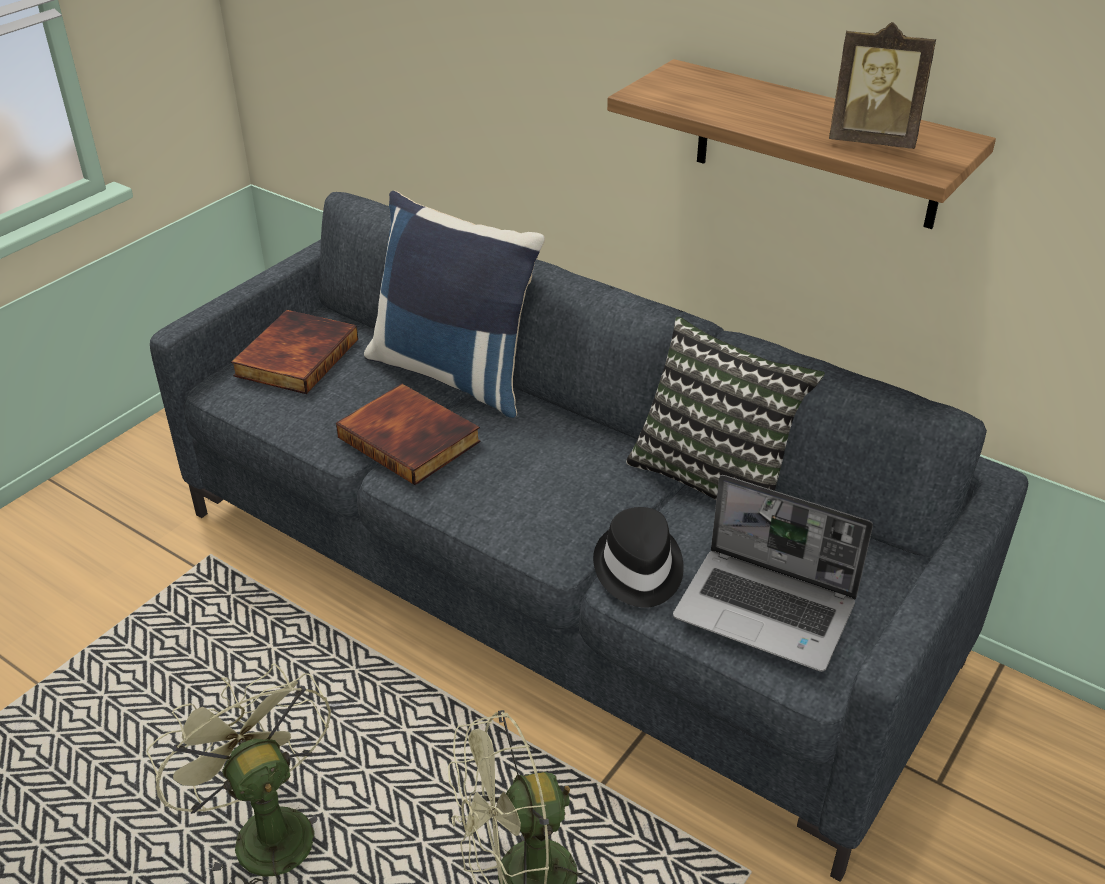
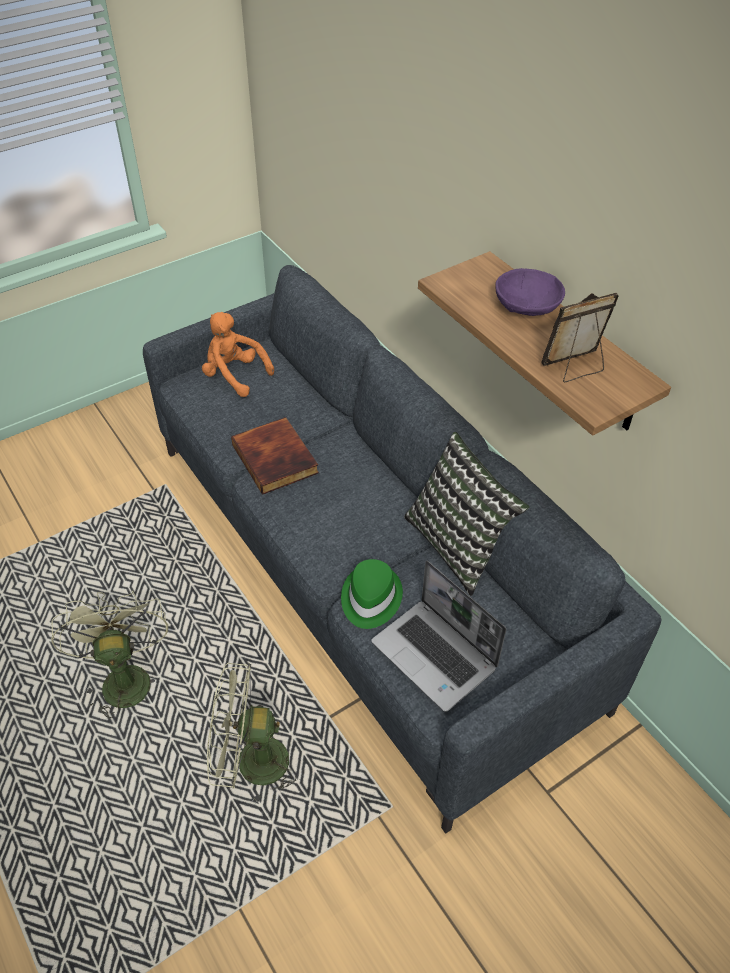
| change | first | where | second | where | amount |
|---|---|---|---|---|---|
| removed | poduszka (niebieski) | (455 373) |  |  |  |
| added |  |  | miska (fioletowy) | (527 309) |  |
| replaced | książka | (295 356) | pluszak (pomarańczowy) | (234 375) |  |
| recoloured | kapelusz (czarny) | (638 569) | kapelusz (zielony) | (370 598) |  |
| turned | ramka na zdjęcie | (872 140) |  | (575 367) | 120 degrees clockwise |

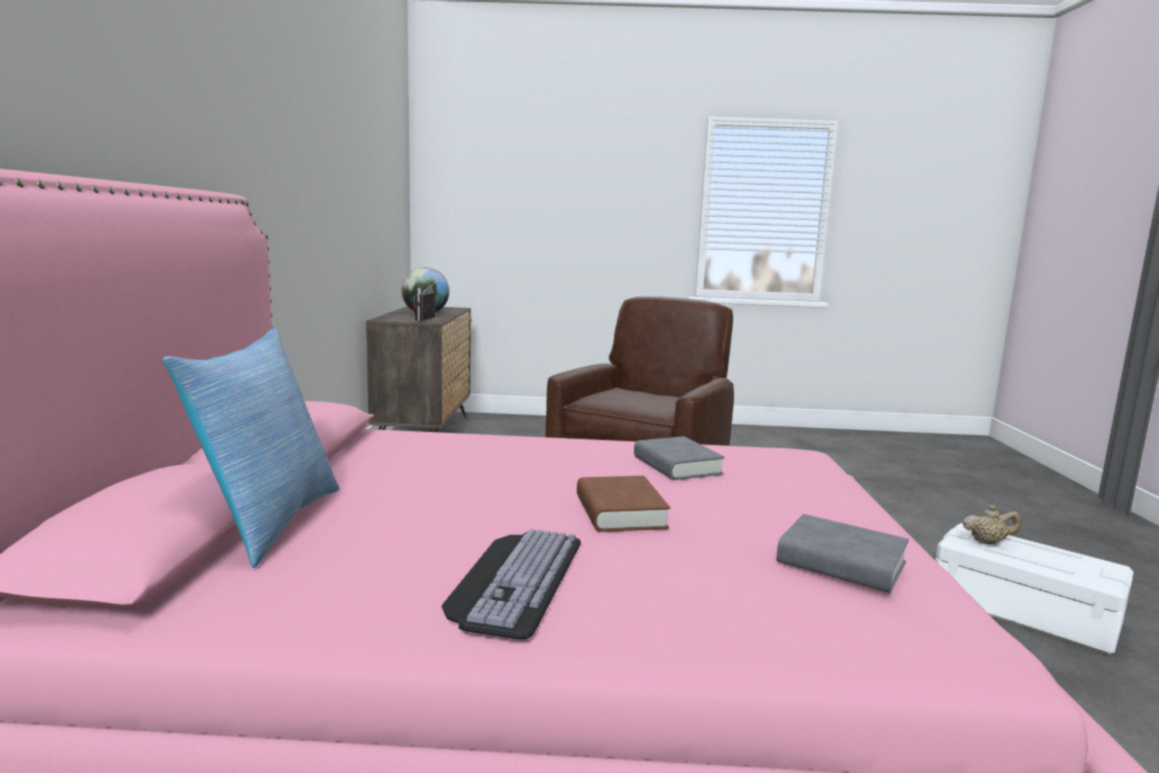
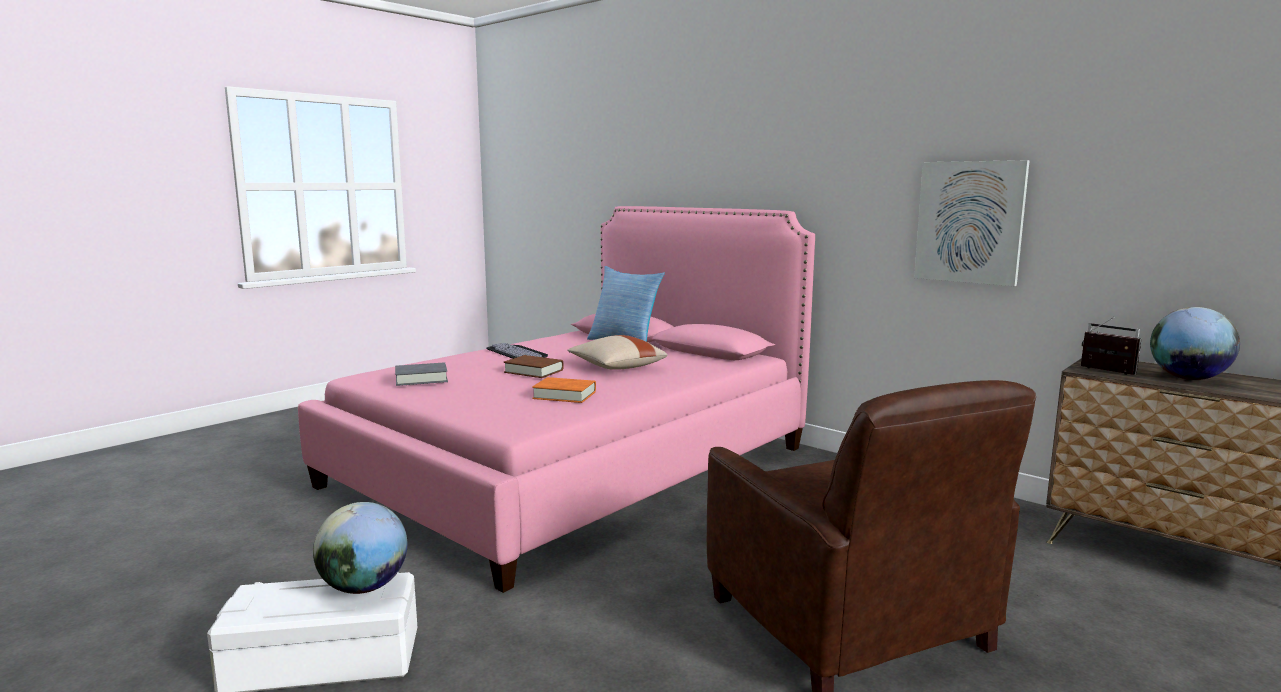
| change | first | where | second | where | amount |
|---|---|---|---|---|---|
| added |  |  | poduszka (beżowy) | (616 367) |  |
| added |  |  | obraz | (969 222) |  |
| replaced | imbryk (beżowy) | (988 542) | globus | (364 587) |  |
| recoloured | książka (szary) | (677 465) | książka (pomarańczowy) | (564 395) |  |

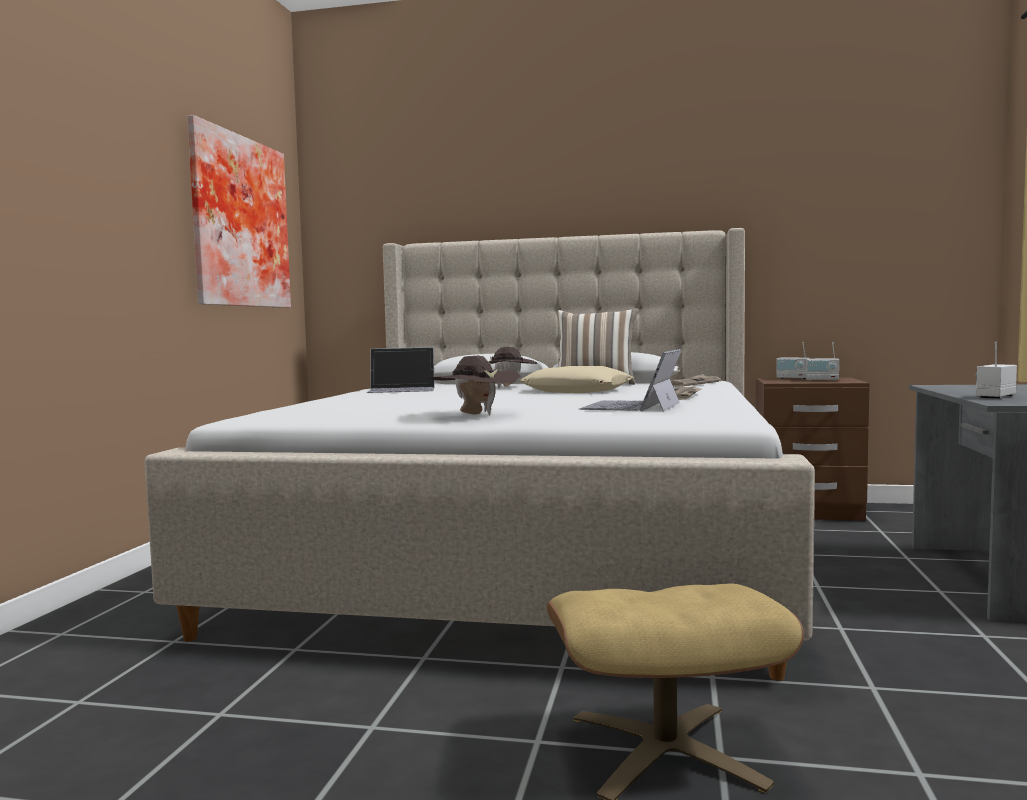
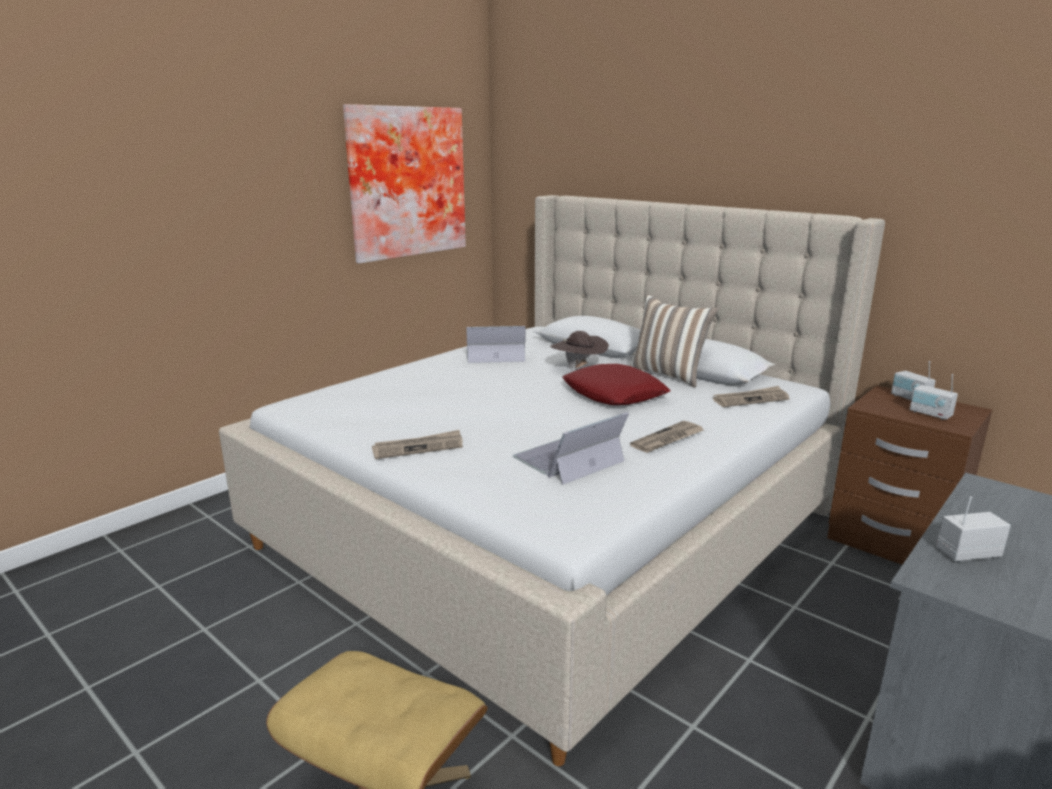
| change | first | where | second | where | amount |
|---|---|---|---|---|---|
| replaced | kapelusz (brązowy) | (474 415) | gazeta | (418 447) |  |
| recoloured | poduszka (beżowy) | (577 390) | poduszka (czerwony) | (614 394) |  |
| turned | laptop | (402 389) |  | (495 354) | 150 degrees clockwise |

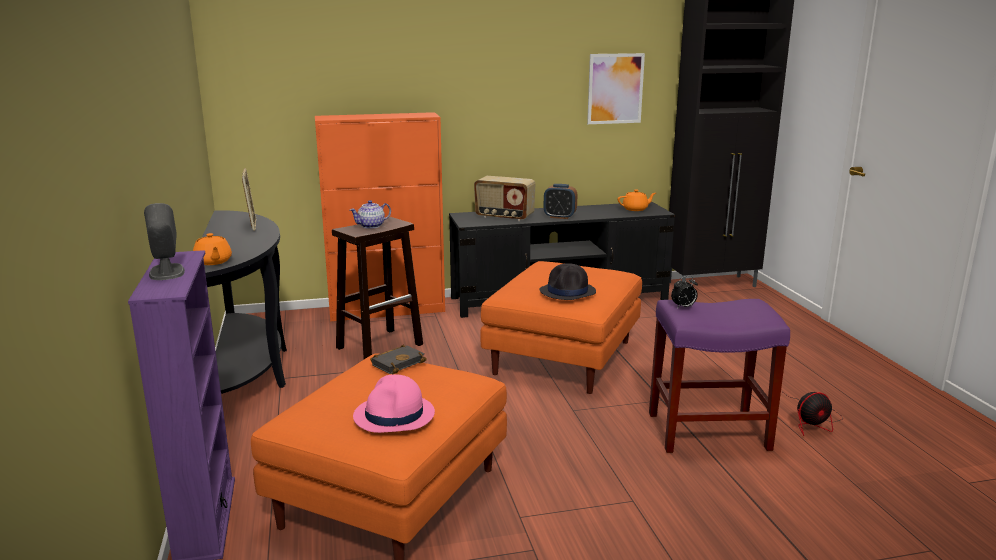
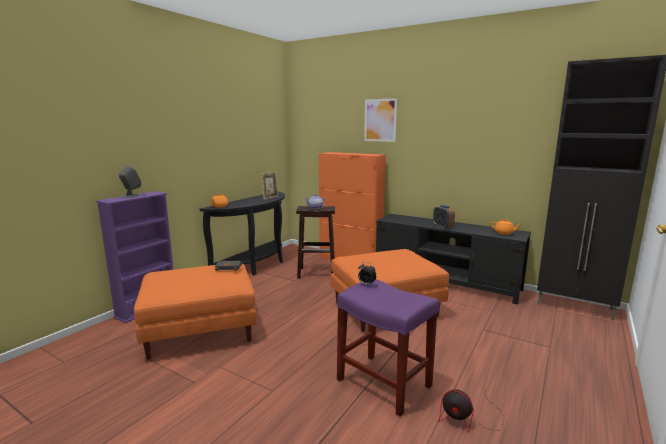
| change | first | where | second | where | amount |
|---|---|---|---|---|---|
| removed | kapelusz (różowy) | (394 415) |  |  |  |
| removed | radio | (504 217) |  |  |  |
| removed | kapelusz (czarny) | (568 291) |  |  |  |
| moved | obraz | (615 88) |  | (380 120) |  |

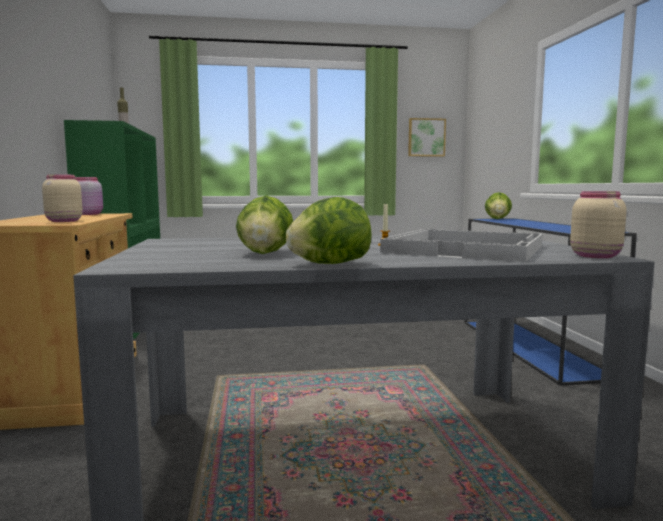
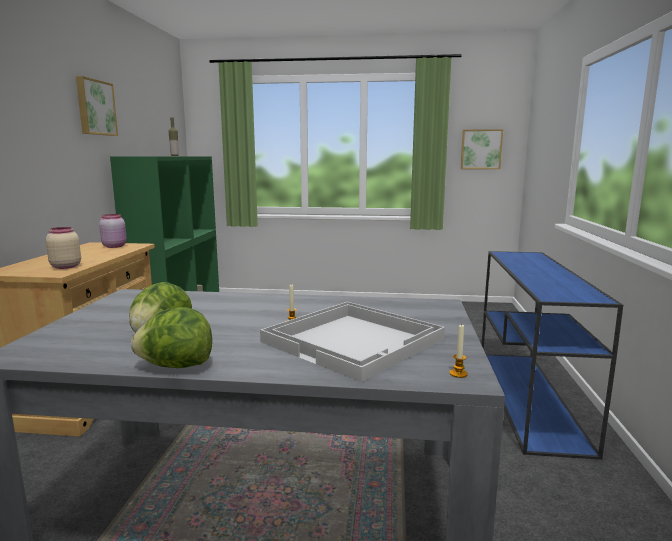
| change | first | where | second | where | amount |
|---|---|---|---|---|---|
| removed | sałata | (497 219) |  |  |  |
| added |  |  | obraz | (95 107) |  |
| replaced | słoik (beżowy) | (595 256) | świeca | (458 374) |  |

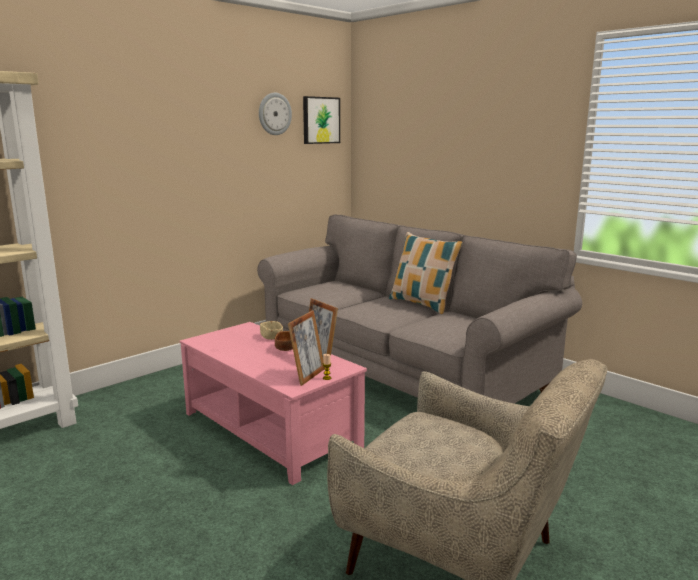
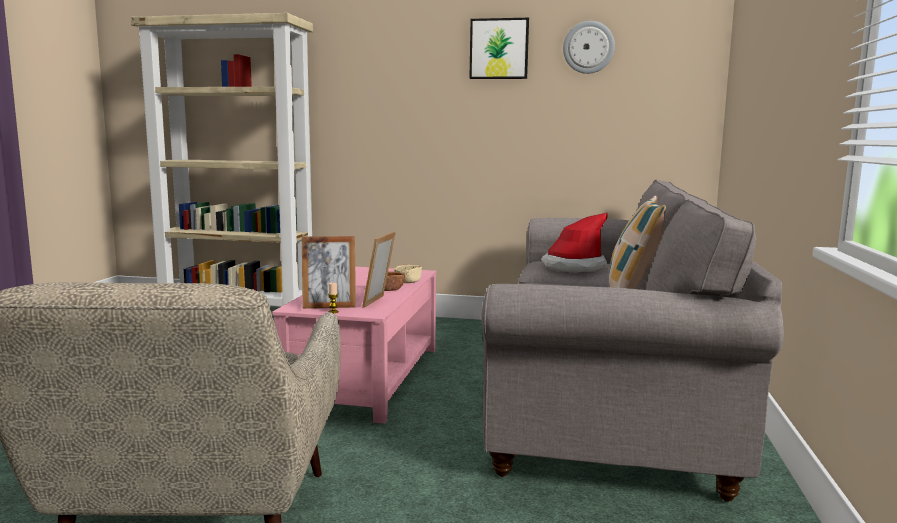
| change | first | where | second | where | amount |
|---|---|---|---|---|---|
| added |  |  | kapelusz | (574 267) |  |
| moved | obraz | (320 120) |  | (499 49) |  |

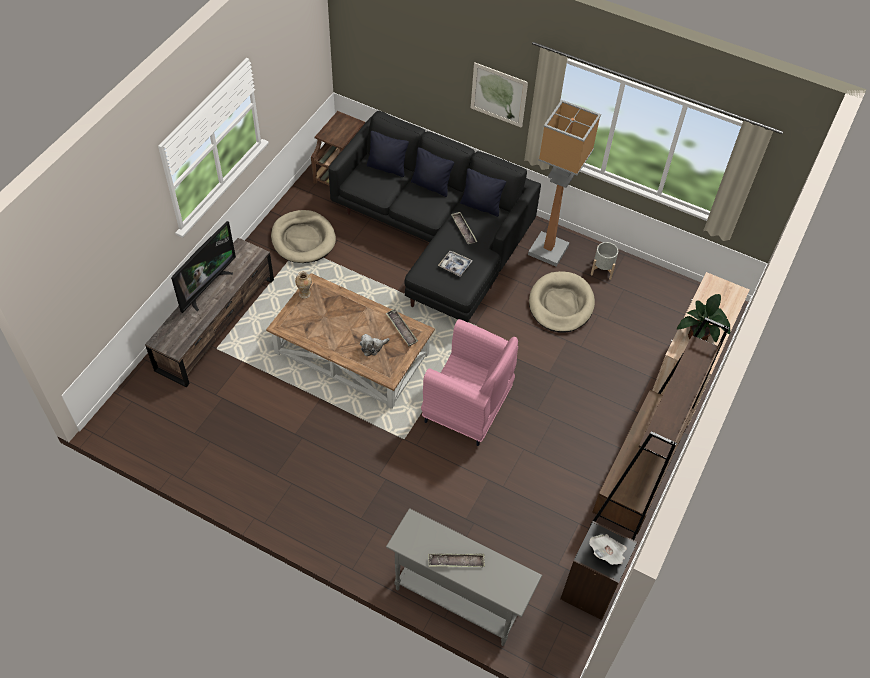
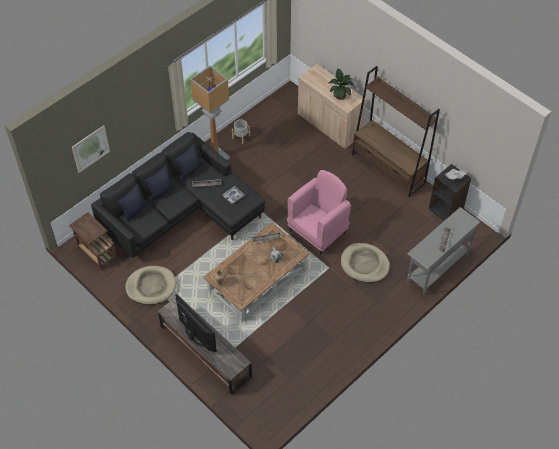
| change | first | where | second | where | amount |
|---|---|---|---|---|---|
| moved | obraz | (498 95) |  | (91 149) |  |
| moved | legowisko (beżowy) | (561 304) |  | (364 264) |  |

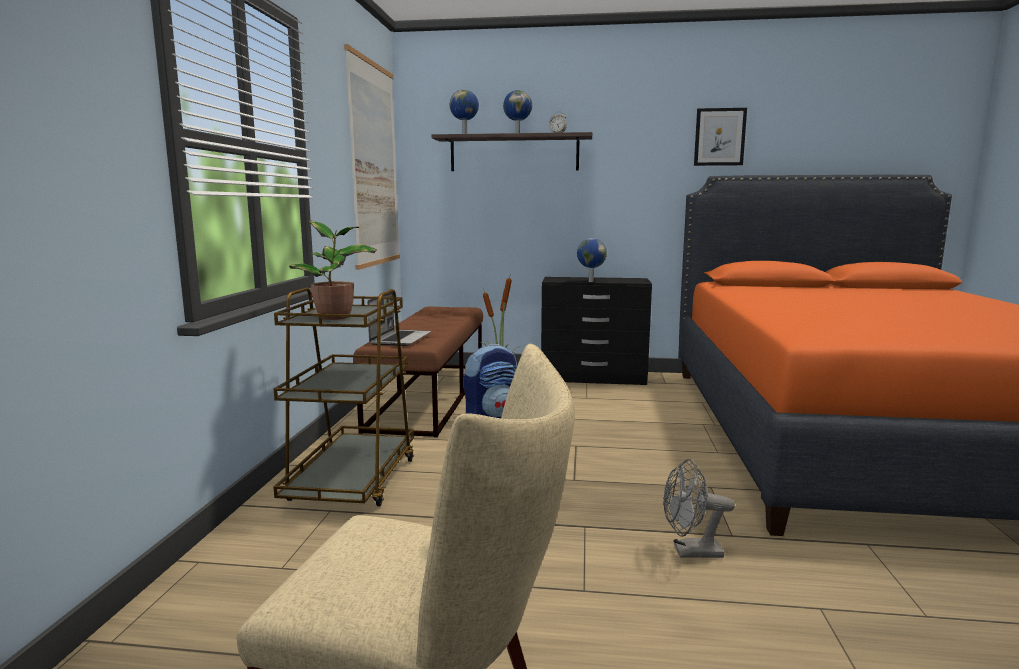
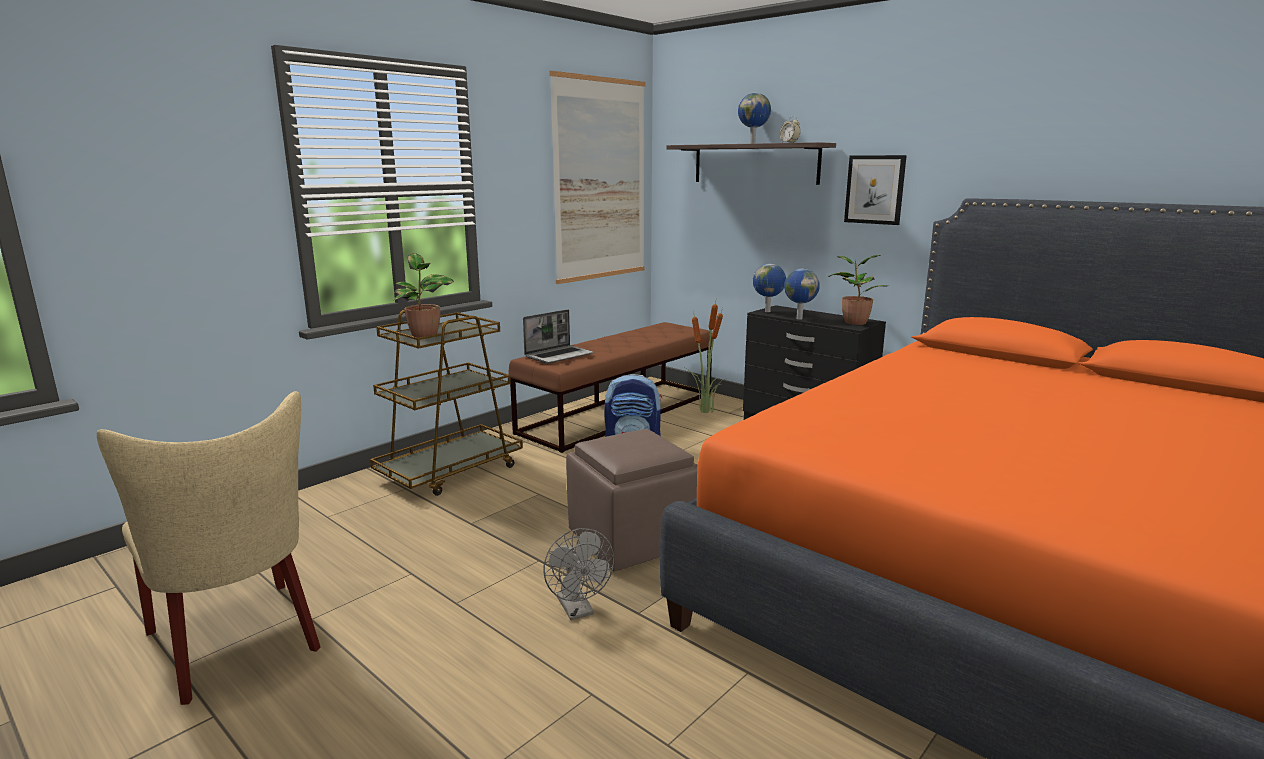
| change | first | where | second | where | amount |
|---|---|---|---|---|---|
| added |  |  | pufa (brązowy) | (632 540) |  |
| added |  |  | roślina doniczkowa | (853 322) |  |
| moved | globus | (465 134) |  | (768 311) |  |
| moved | obraz | (719 137) |  | (874 189) |  |
| turned | wentylator (szary) | (690 552) |  | (578 610) | 150 degrees counterclockwise |

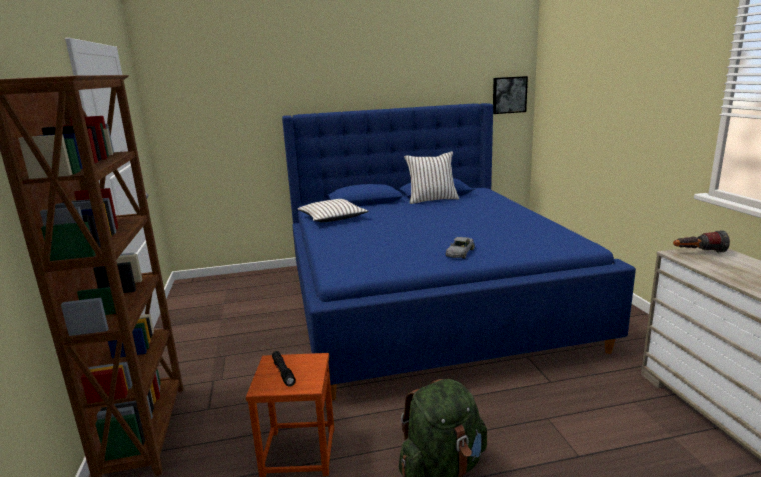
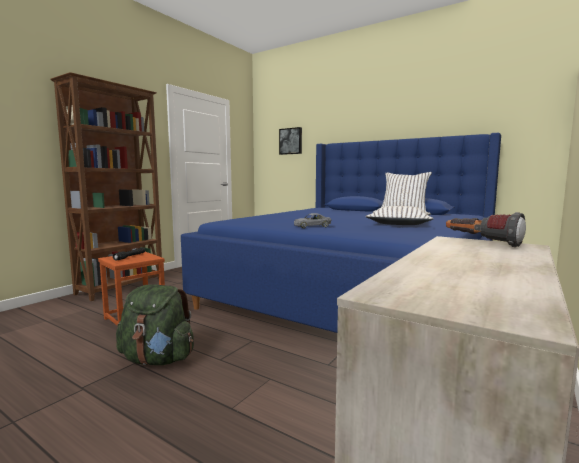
| change | first | where | second | where | amount |
|---|---|---|---|---|---|
| moved | poduszka (biały) | (332 218) |  | (399 224) |  |
| moved | obraz | (509 95) |  | (291 141) |  |

